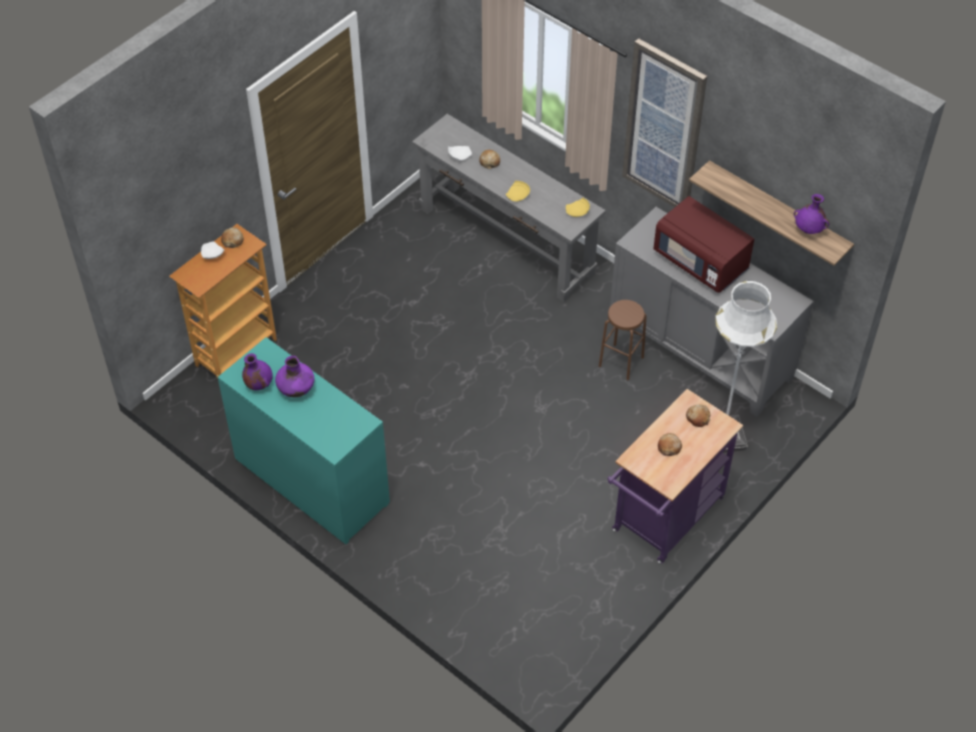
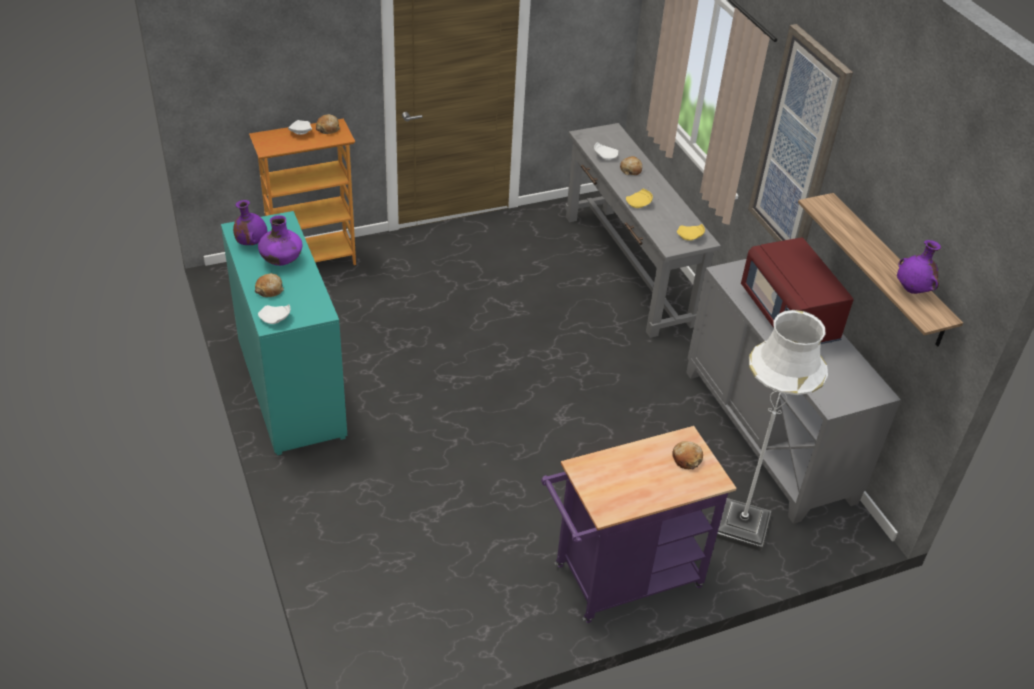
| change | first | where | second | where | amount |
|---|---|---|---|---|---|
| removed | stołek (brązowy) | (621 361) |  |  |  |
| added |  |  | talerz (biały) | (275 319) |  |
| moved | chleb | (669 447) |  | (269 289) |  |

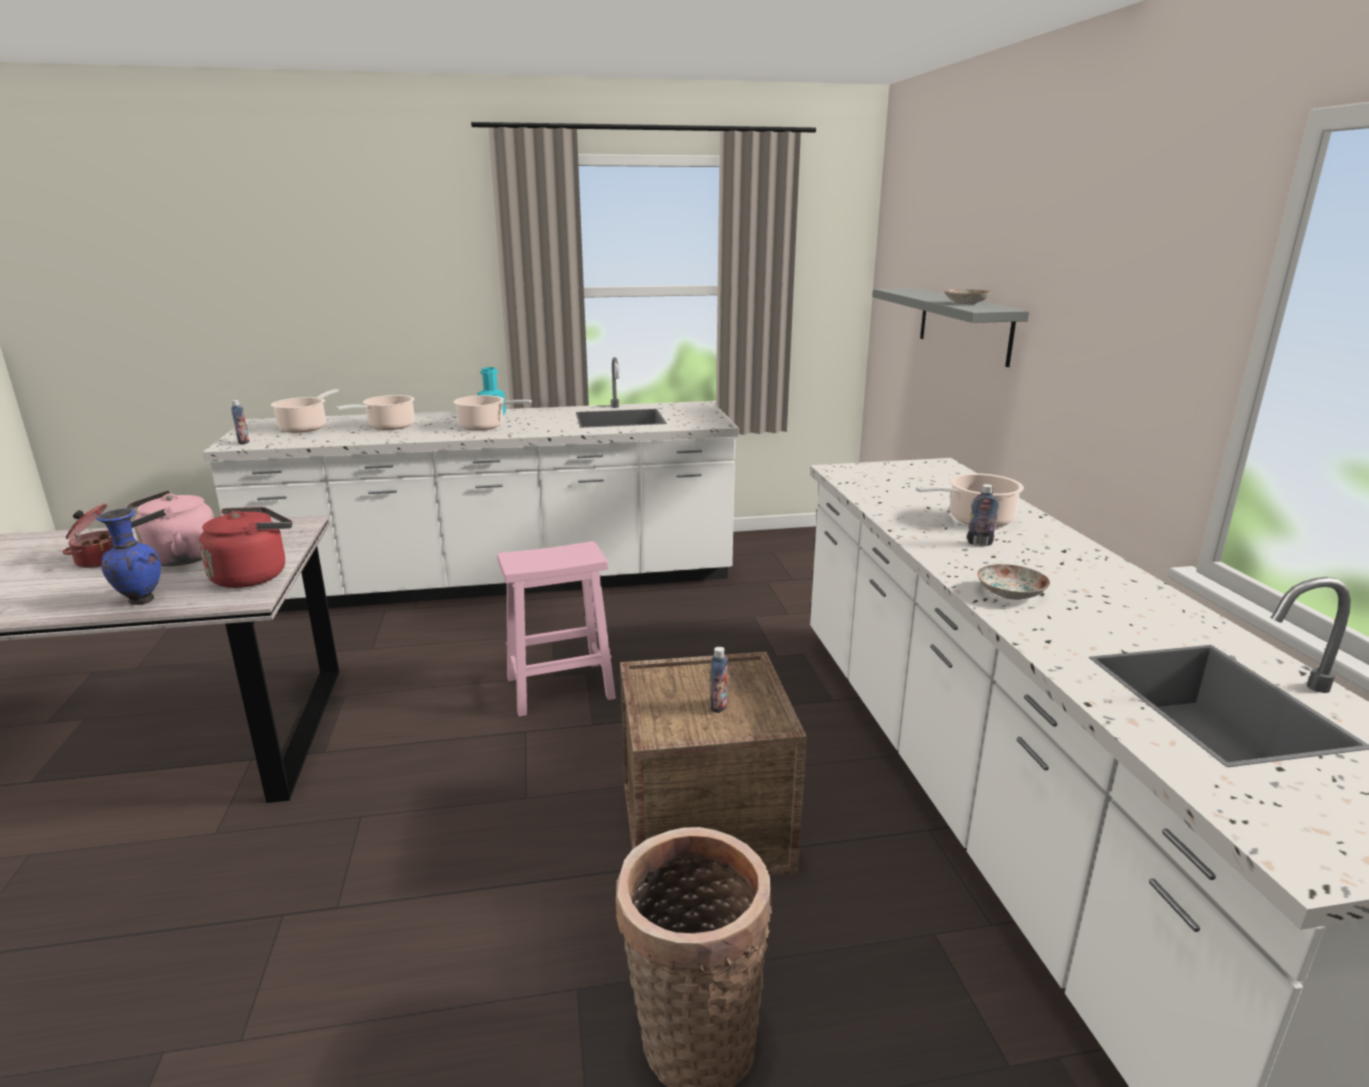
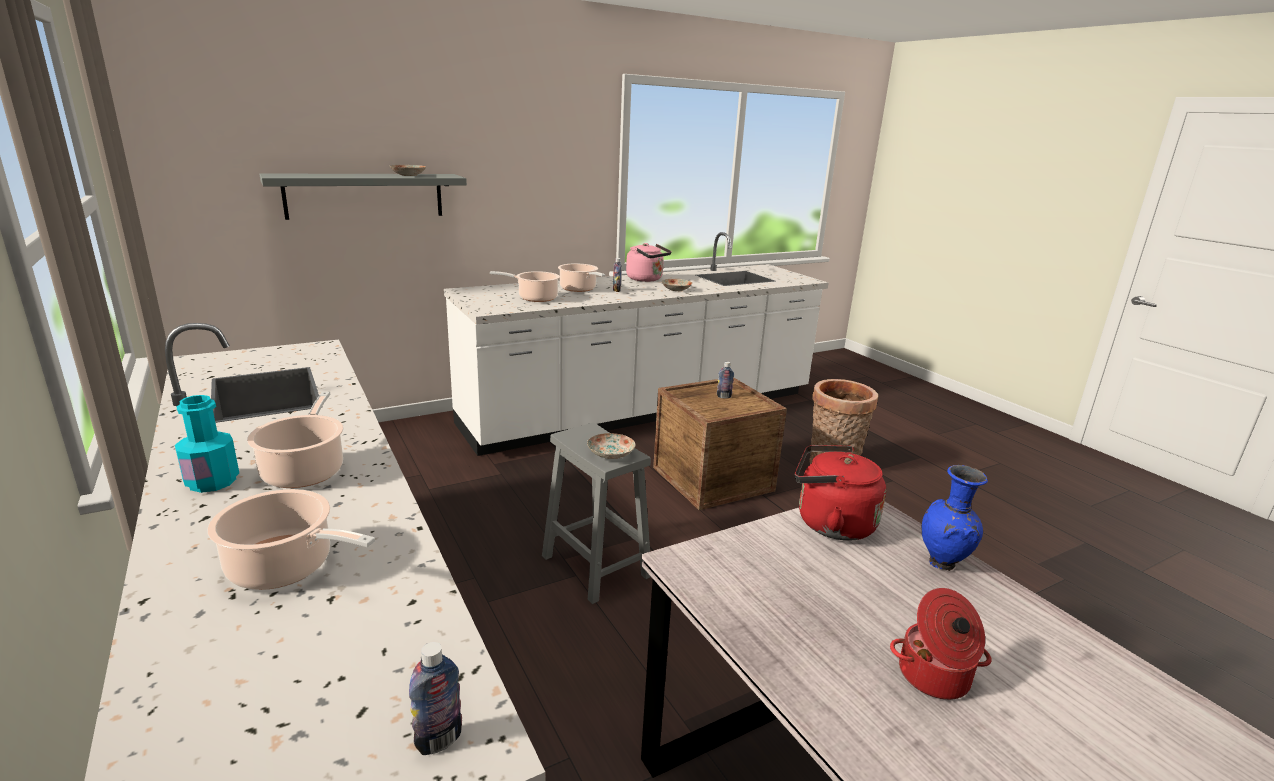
| change | first | where | second | where | amount |
|---|---|---|---|---|---|
| added |  |  | talerz | (611 454) |  |
| moved | czajnik (różowy) | (177 559) |  | (646 279) |  |
| moved | garnek | (305 427) |  | (535 298) |  |
| recoloured | stołek (różowy) | (562 687) | stołek (szary) | (594 565) |  |

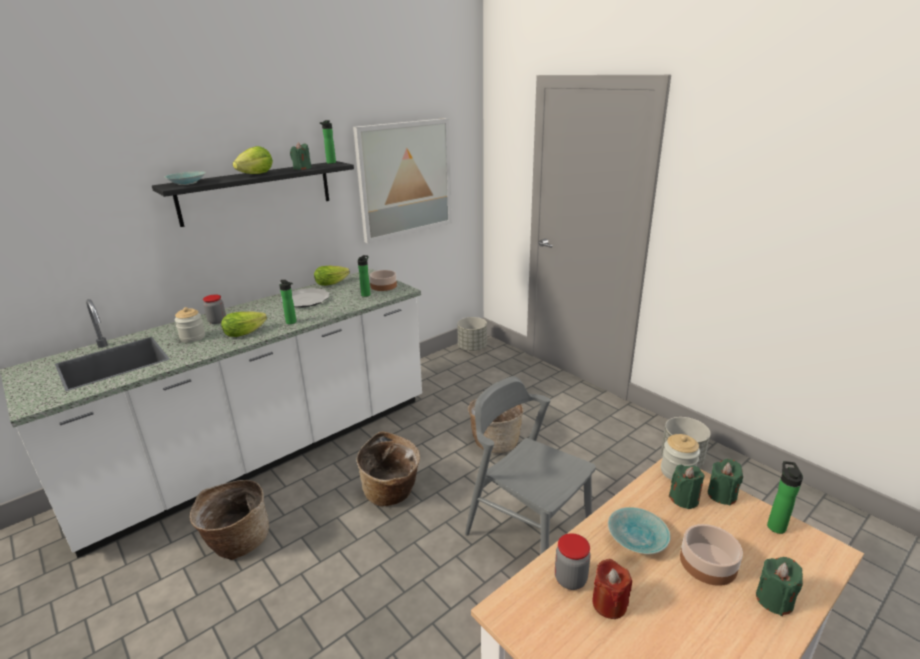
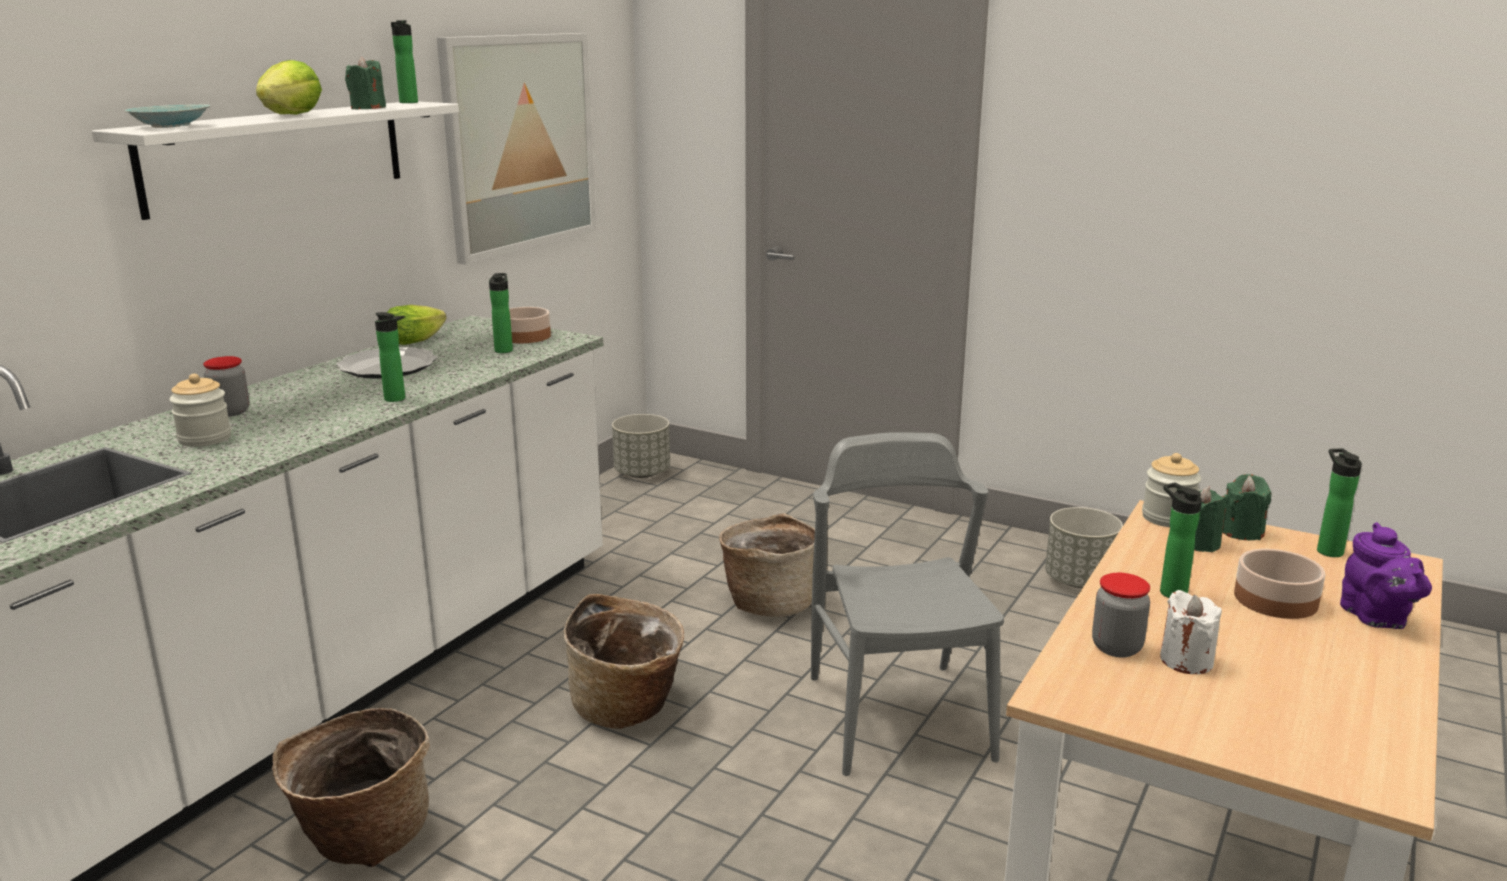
| change | first | where | second | where | amount |
|---|---|---|---|---|---|
| removed | sałata | (247 332) |  |  |  |
| replaced | miska (turkusowy) | (637 538) | butelka | (1169 591) |  |
| replaced | świeca (zielony) | (774 600) | imbryk (fioletowy) | (1376 618) |  |
| recoloured | półka (czarny) | (256 192) | półka (biały) | (278 155) |  |
| recoloured | świeca (czerwony) | (609 604) | świeca (biały) | (1186 661) |  |
| turned | krzesło (szary) | (527 533) |  | (899 716) | 60 degrees clockwise |

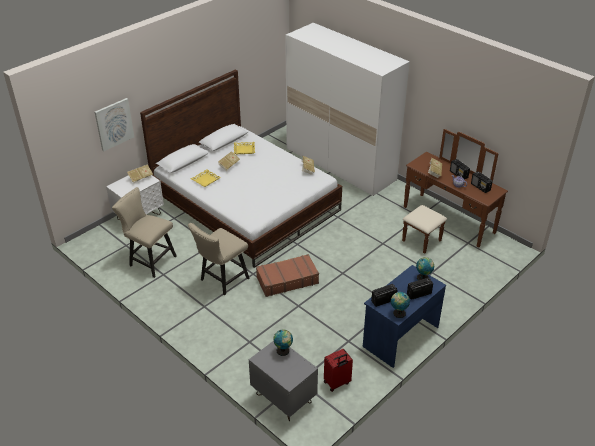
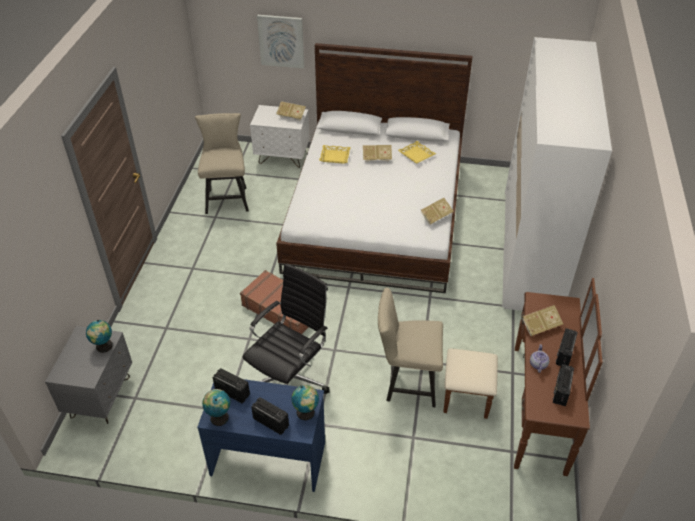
| change | first | where | second | where | amount |
|---|---|---|---|---|---|
| removed | walizka (czerwony) | (337 383) |  |  |  |
| added |  |  | krzesło biurowe (czarny) | (290 380) |  |
| moved | krzesło (beżowy) | (222 280) |  | (406 383) |  |

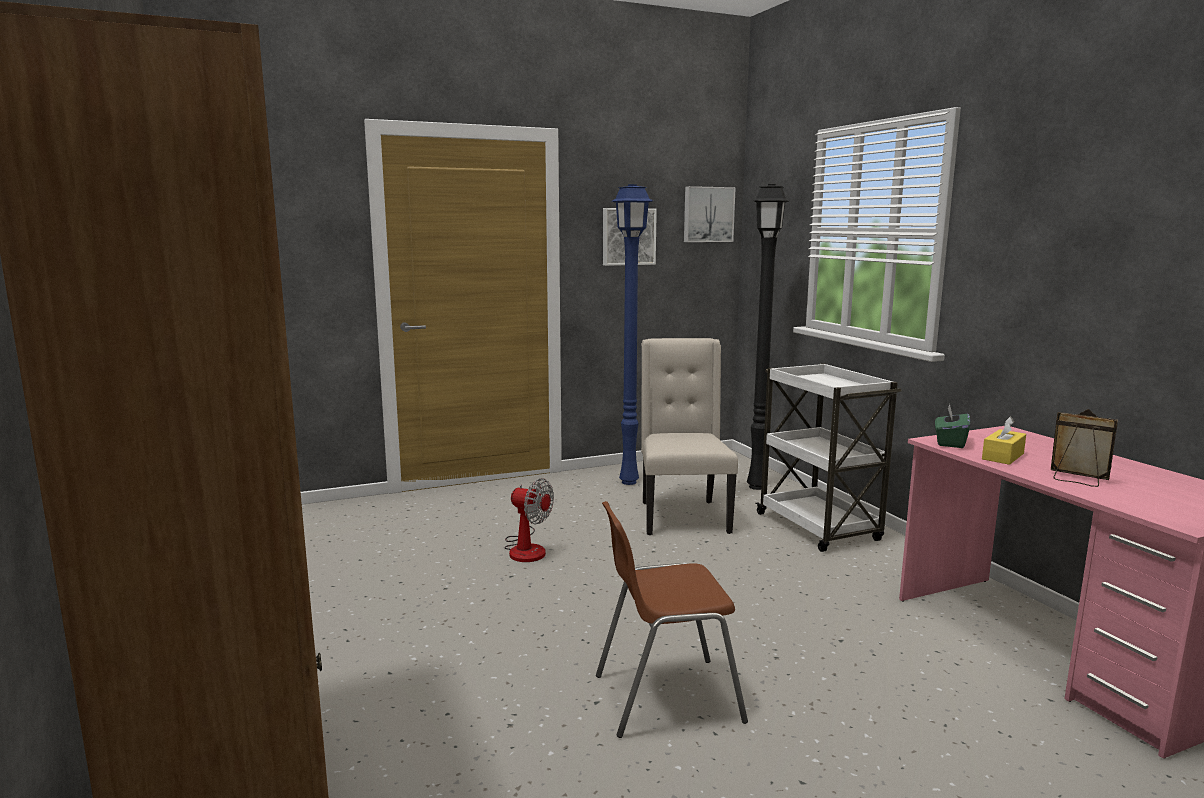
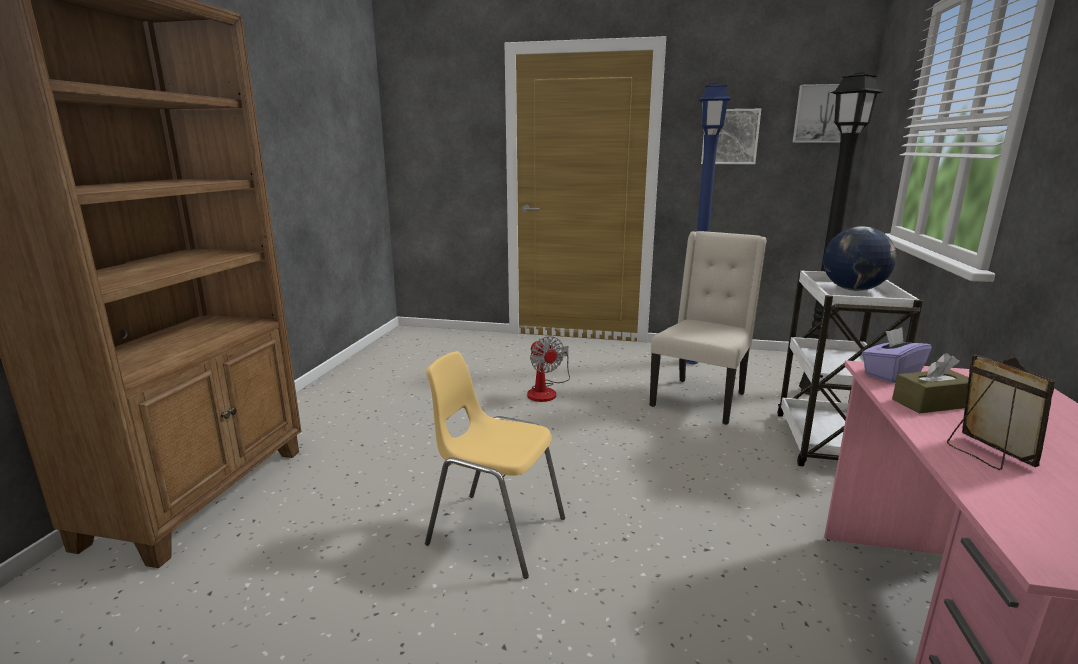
| change | first | where | second | where | amount |
|---|---|---|---|---|---|
| added |  |  | globus | (853 289) |  |
| recoloured | krzesło (brązowy) | (665 697) | krzesło (żółty) | (495 531) |  |
| recoloured | pudełko chusteczek (zielony) | (950 442) | pudełko chusteczek (fioletowy) | (891 374) |  |
| recoloured | pudełko chusteczek (żółty) | (1002 456) | pudełko chusteczek (brązowy) | (931 403) |  |

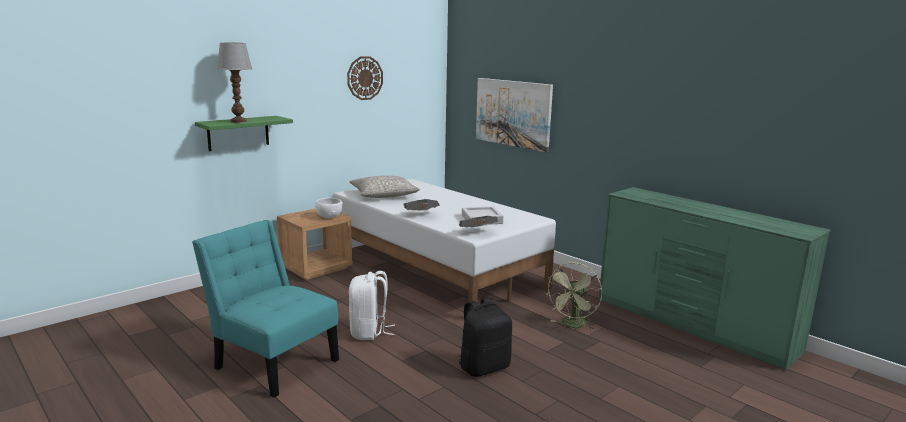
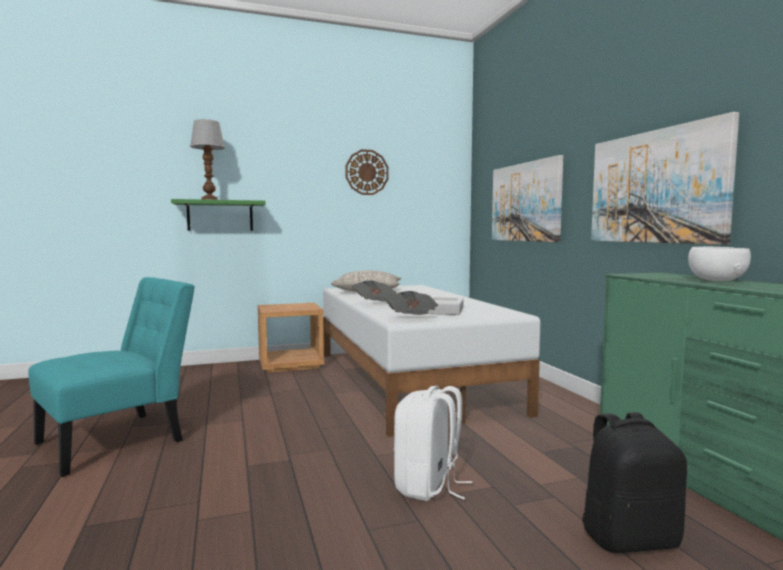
| change | first | where | second | where | amount |
|---|---|---|---|---|---|
| removed | wentylator (zielony) | (573 325) |  |  |  |
| added |  |  | obraz | (655 187) |  |
| moved | miska (biały) | (329 217) |  | (716 280) |  |
| moved | plecak (biały) | (369 332) |  | (428 486) |  |
| moved | plecak (czarny) | (484 367) |  | (629 538) |  |
| turned | krzesło (turkusowy) | (273 362) |  | (119 440) | 75 degrees clockwise |

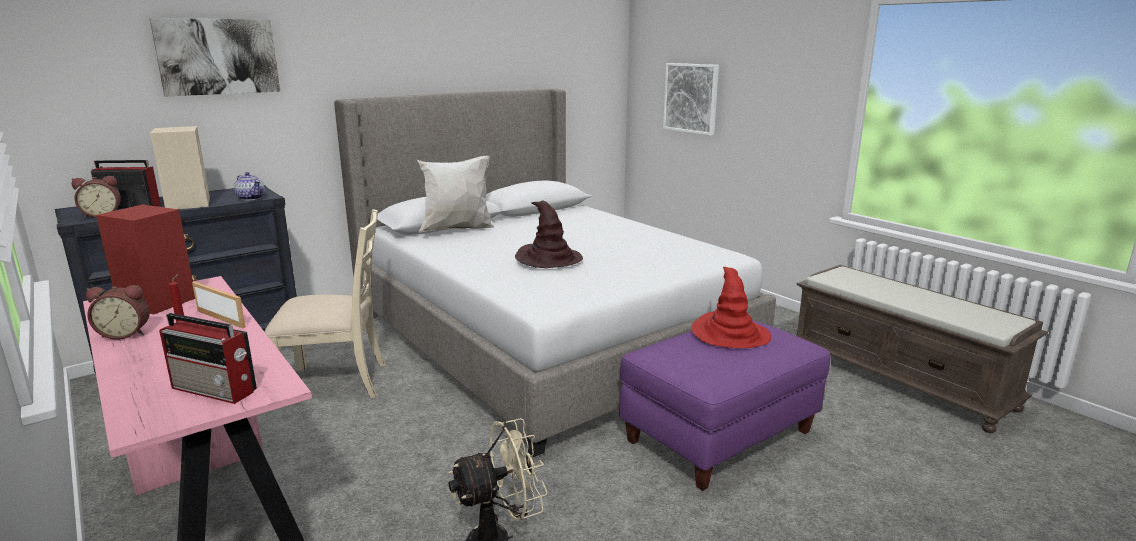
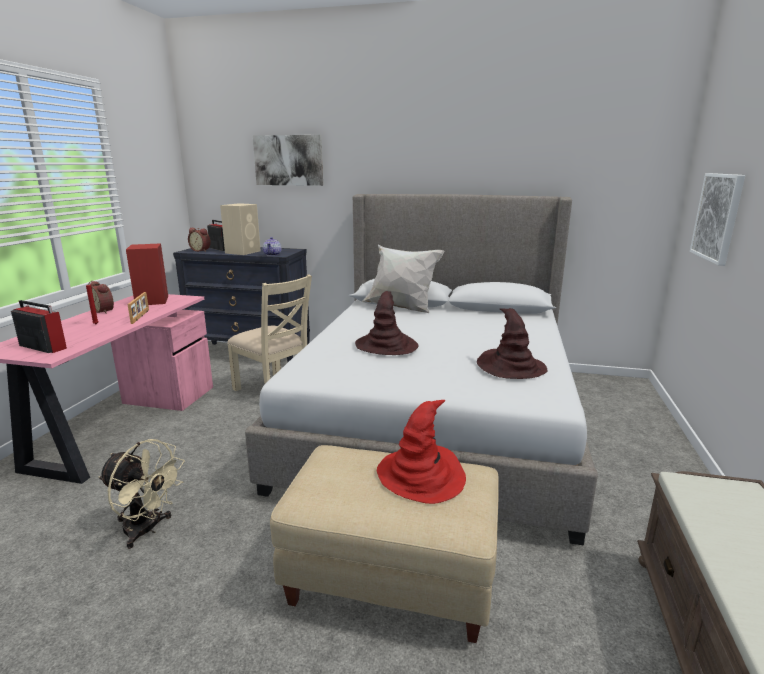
| change | first | where | second | where | amount |
|---|---|---|---|---|---|
| added |  |  | kapelusz (brązowy) | (511 367) |  |
| recoloured | pufa (fioletowy) | (718 435) | pufa (beżowy) | (391 576) |  |
| turned | radio | (215 390) |  | (42 347) | 135 degrees clockwise |

